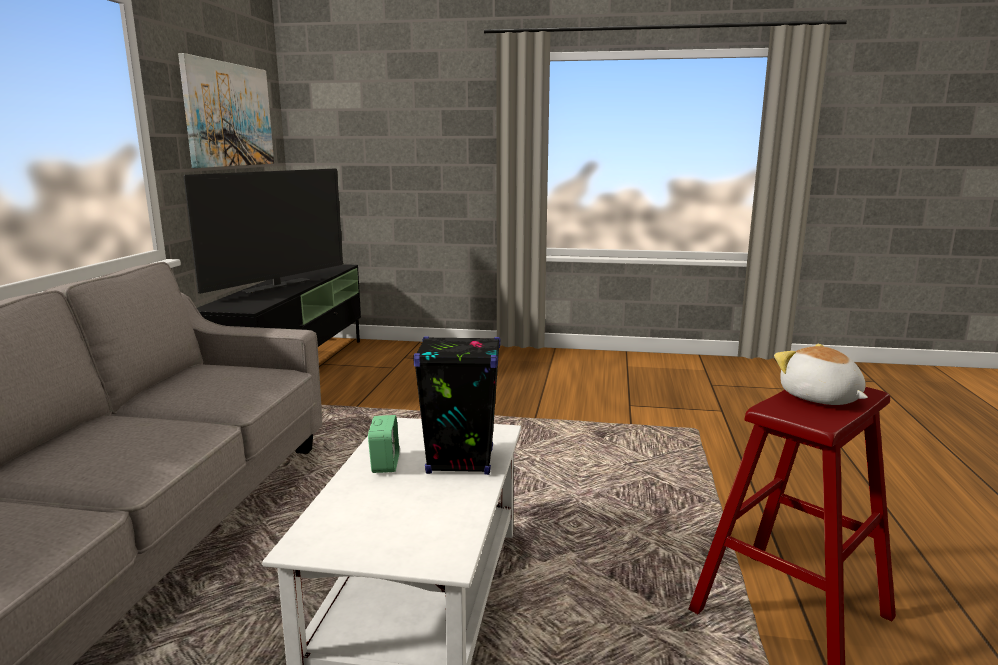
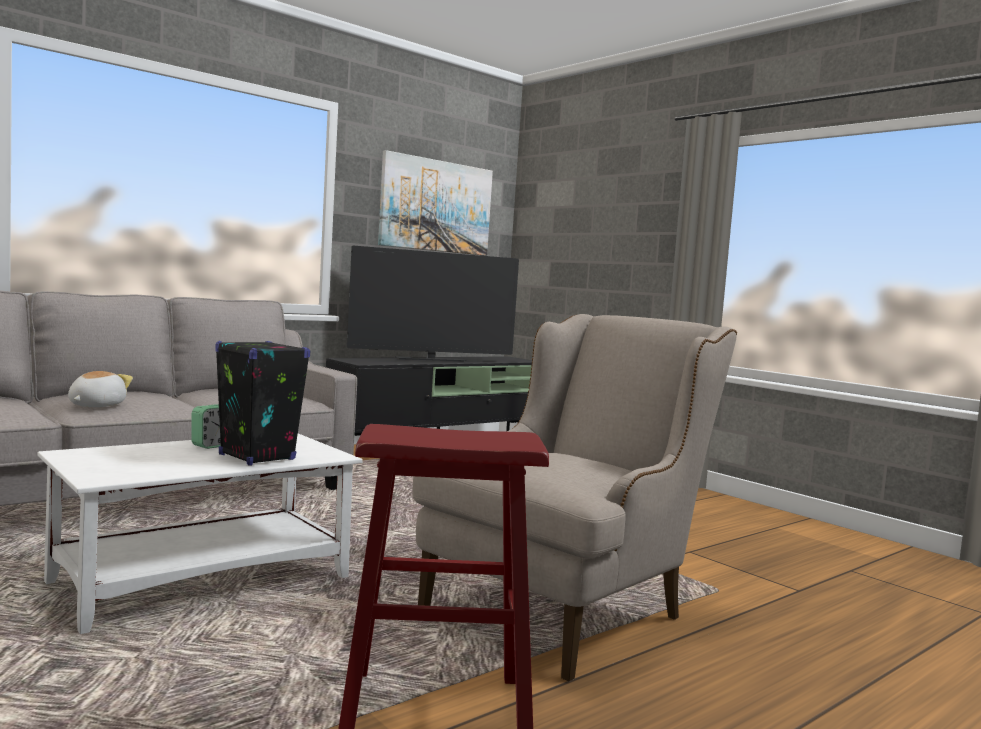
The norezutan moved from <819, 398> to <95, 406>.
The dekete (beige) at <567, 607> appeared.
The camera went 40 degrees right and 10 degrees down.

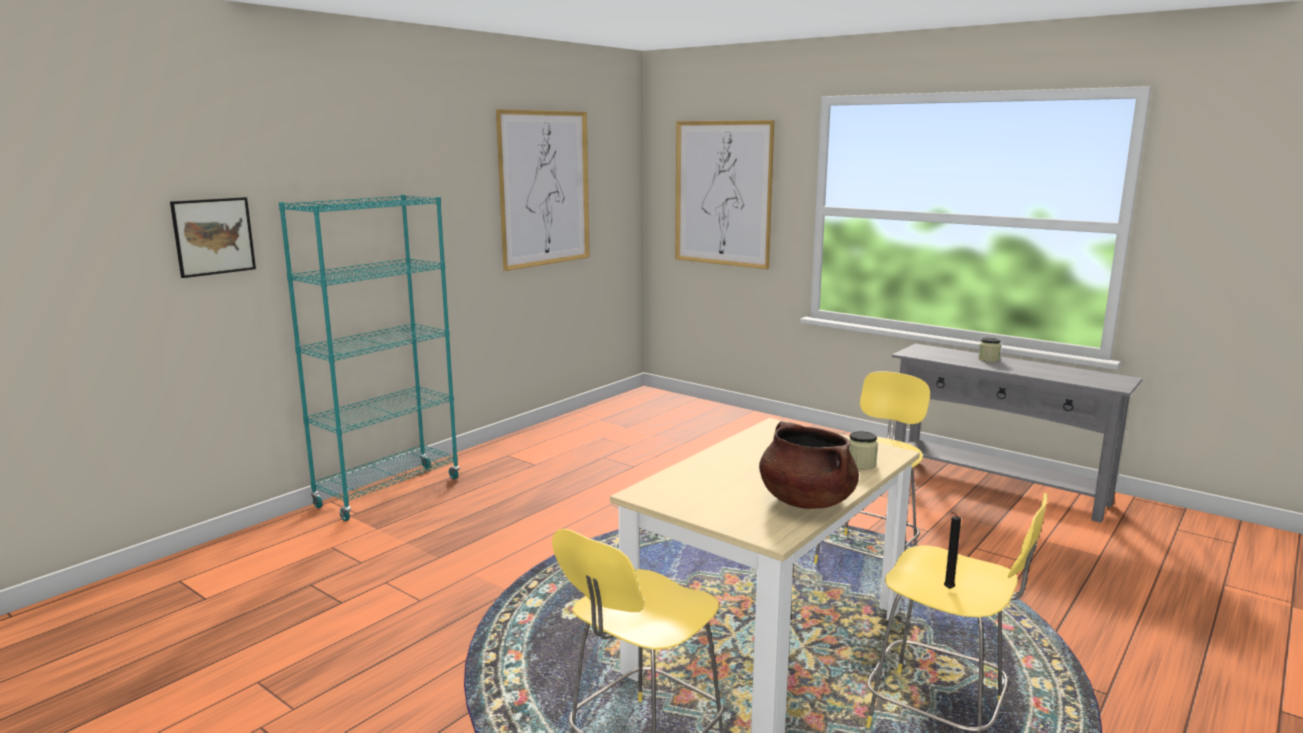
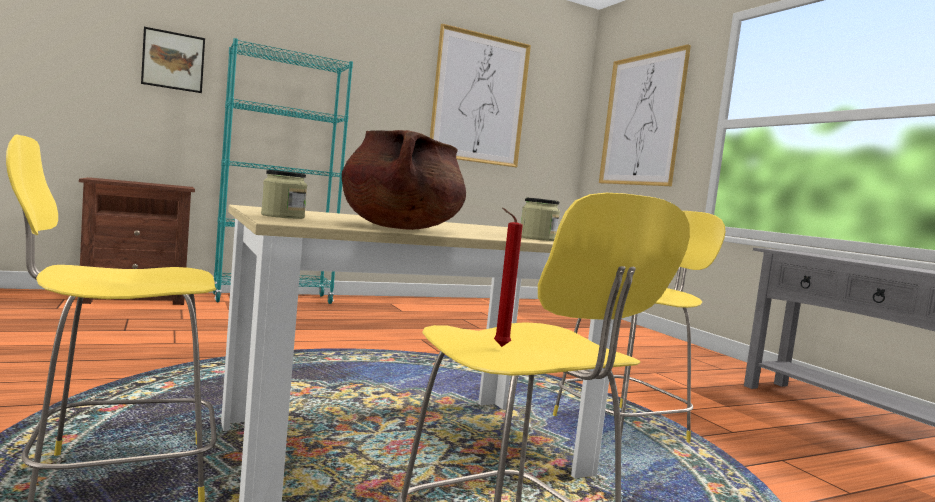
The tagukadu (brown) at <135, 298> appeared.
The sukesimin moved from <988, 359> to <282, 216>.
The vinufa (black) at <947, 589> became the vinufa (red) at <498, 346>.
The camera went 25 degrees right and 10 degrees down.

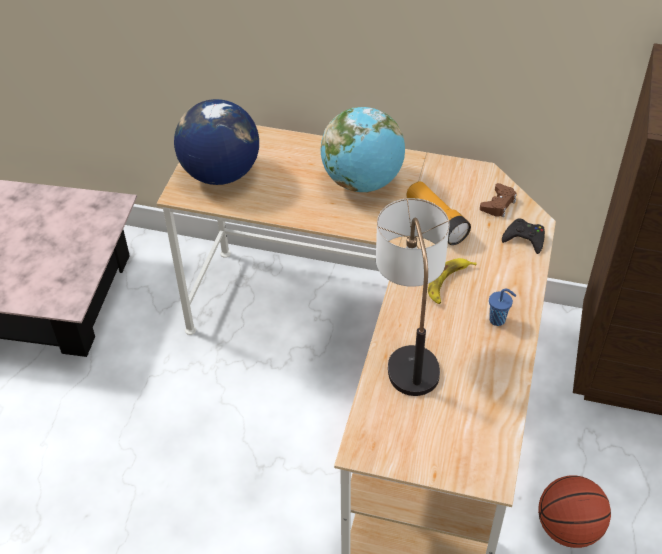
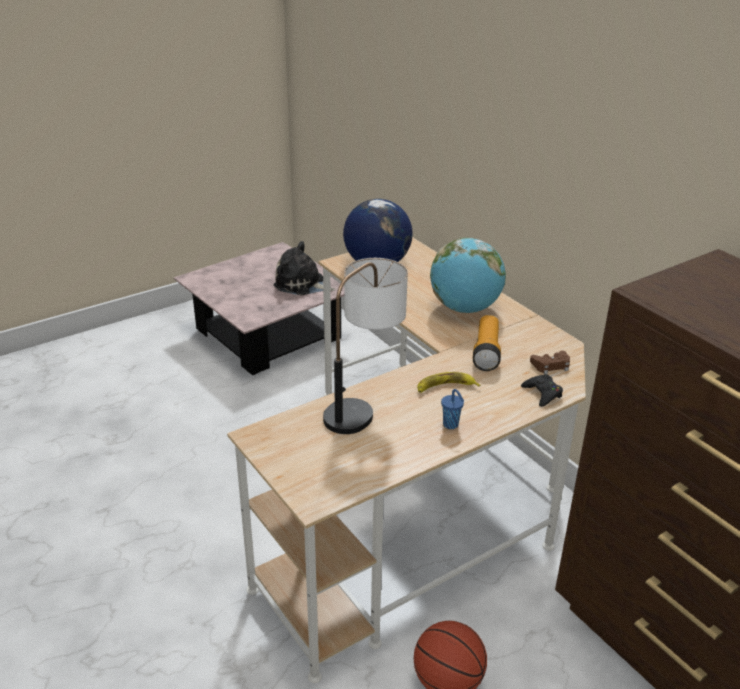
The norezutan at <302, 284> appeared.
The camera went 40 degrees right and 15 degrees down.

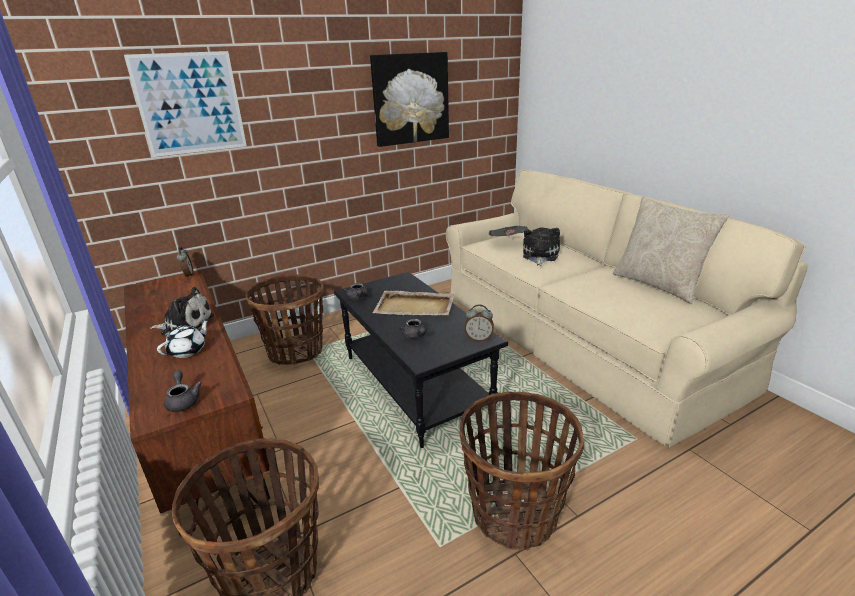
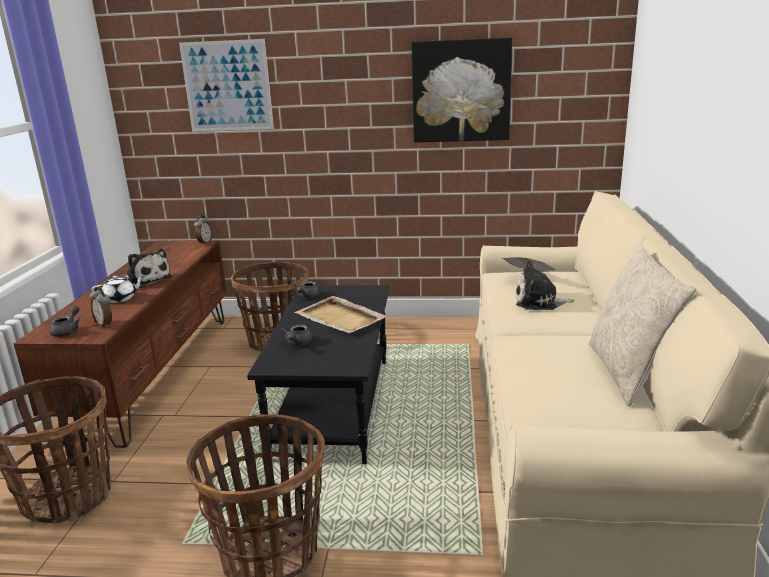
The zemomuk moved from <479, 339> to <105, 324>.
The norezutan at <539, 256> turned 135 degrees counterclockwise.
The camera went 35 degrees right and 5 degrees down.

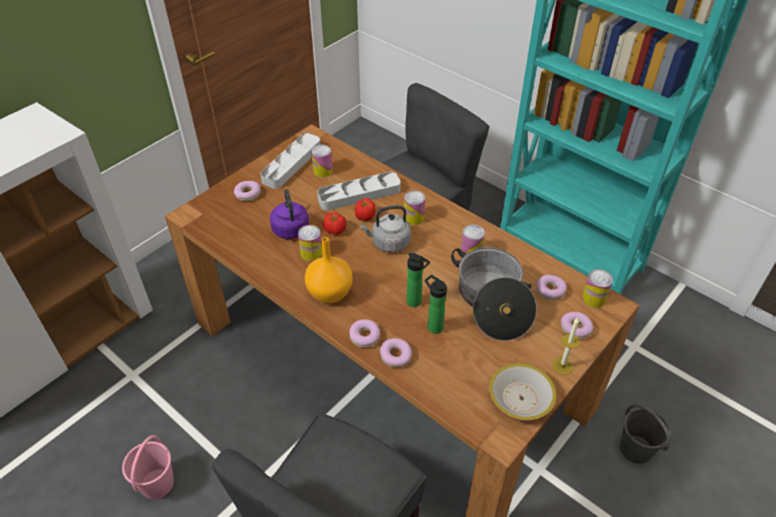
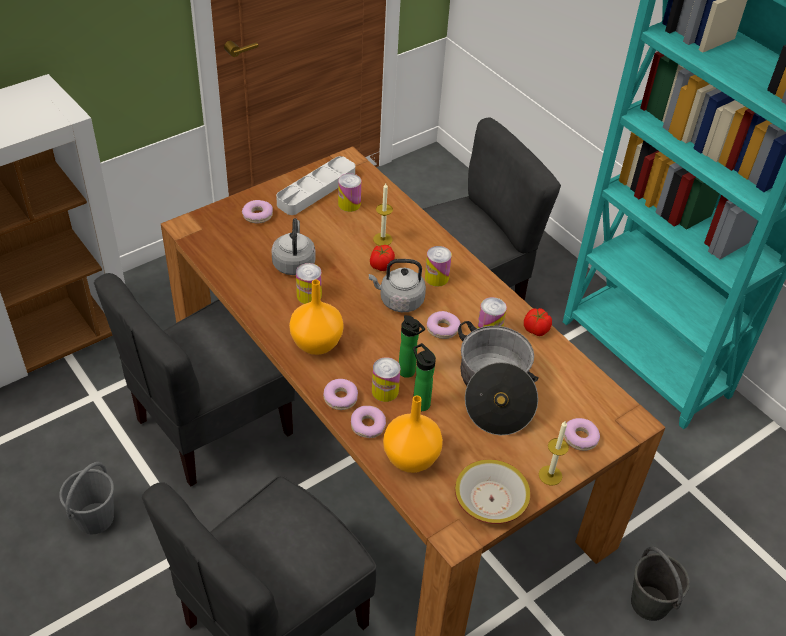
The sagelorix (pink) at <157, 484> became the sagelorix (grey) at <94, 519>.
The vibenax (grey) at <212, 426> appeared.
The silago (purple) at <290, 228> became the silago (grey) at <294, 263>.
The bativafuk moved from <594, 298> to <385, 391>.
The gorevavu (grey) at <359, 194> was replaced by the vinufa at <382, 239>.
The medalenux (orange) at <412, 459> appeared.
The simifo moved from <550, 290> to <443, 329>.
The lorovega moved from <335, 230> to <536, 330>.
The camera went 10 degrees right and 0 degrees up.

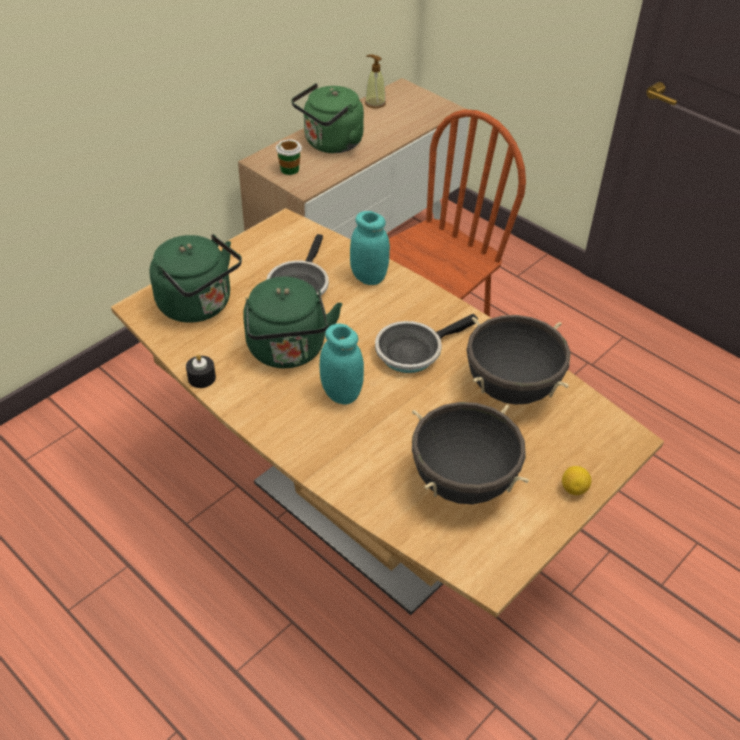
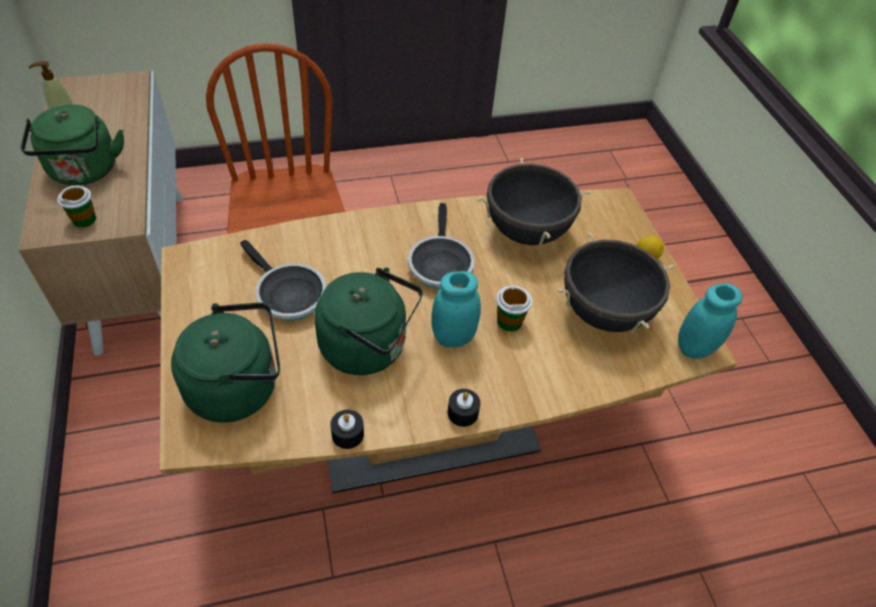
The vinufa (black) at <462, 413> appeared.
The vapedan at <509, 321> appeared.
The sukesimin (turquoise) moved from <369, 277> to <694, 348>.
The camera went 60 degrees left and 5 degrees up.

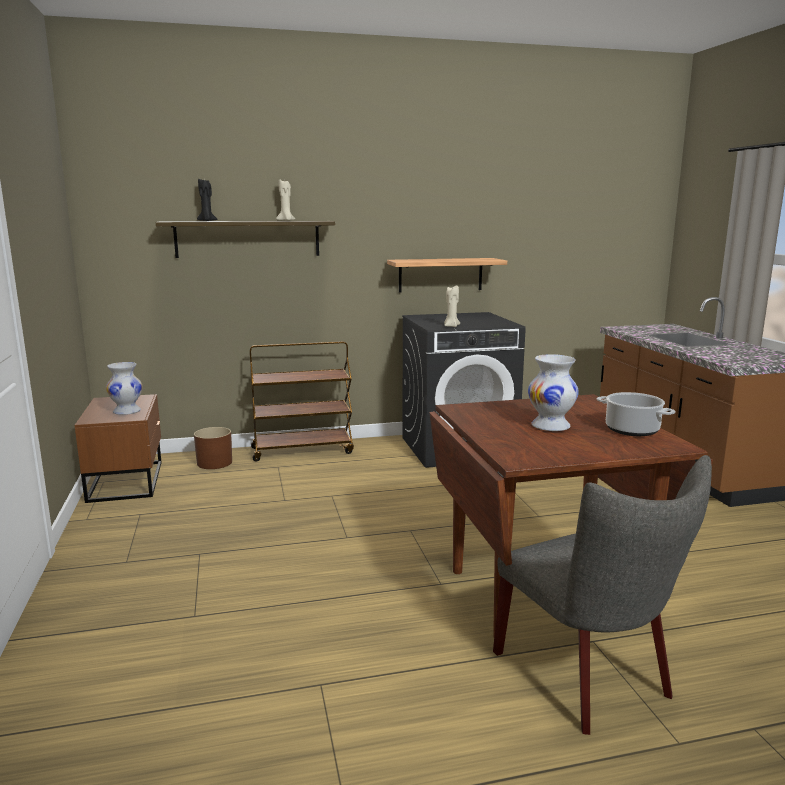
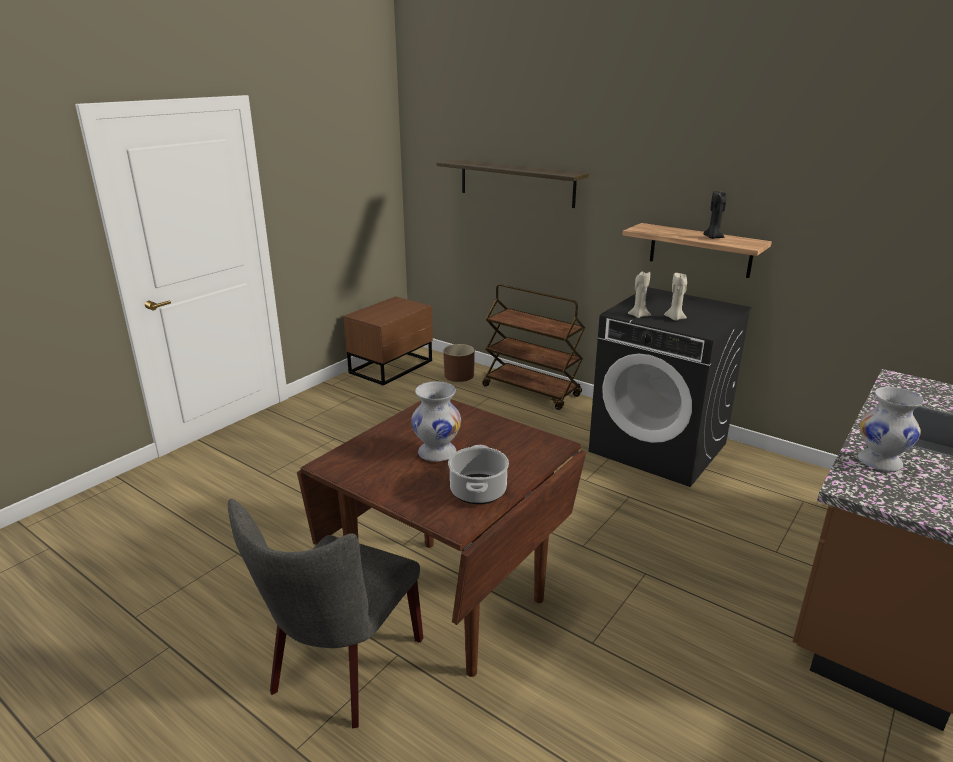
The vinufa (beige) moved from <286, 220> to <674, 318>.
The vinufa (black) moved from <207, 221> to <713, 237>.
The medalenux (white) moved from <126, 411> to <878, 461>.
The camera went 50 degrees right and 10 degrees up.

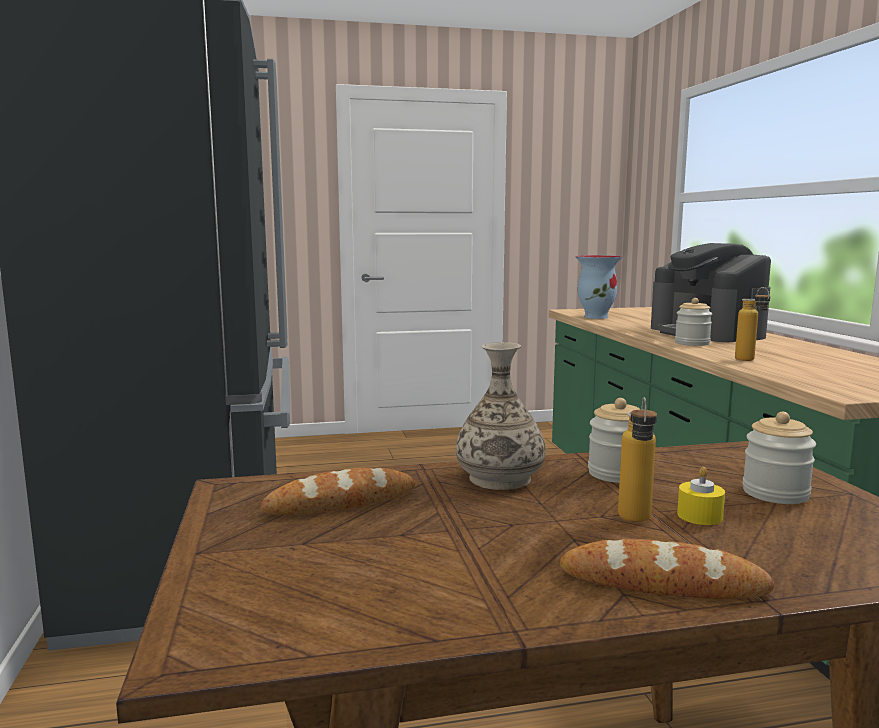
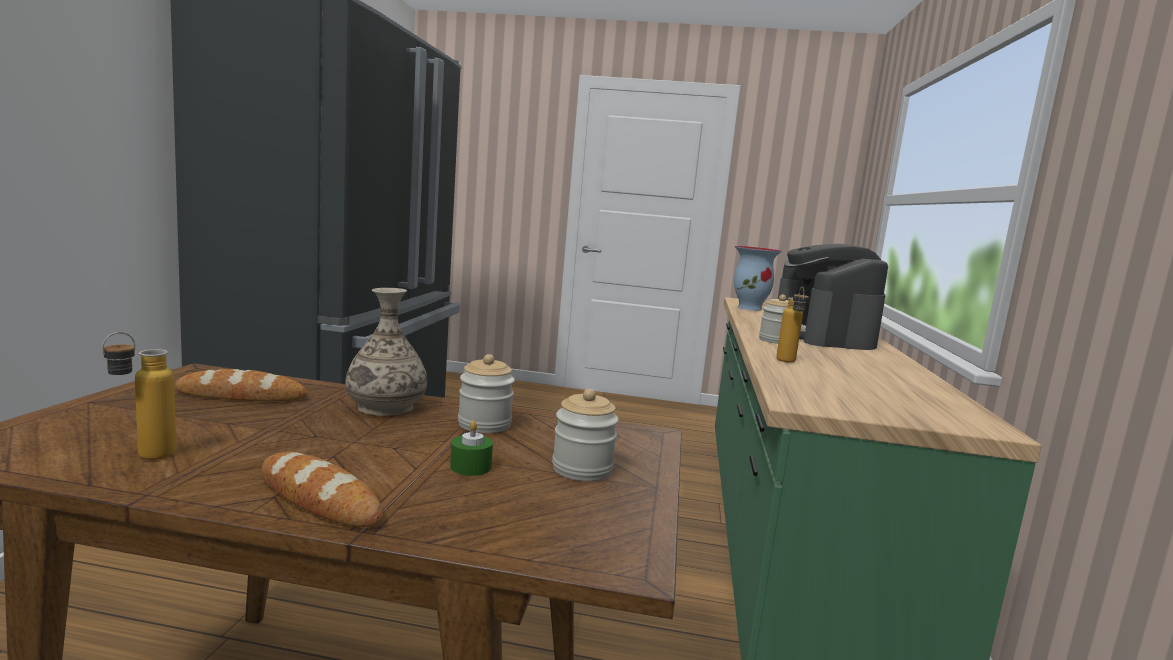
The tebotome moved from <635, 522> to <142, 458>.
The vinufa (yellow) at <699, 516> became the vinufa (green) at <470, 467>.
The camera went 20 degrees right and 0 degrees up.

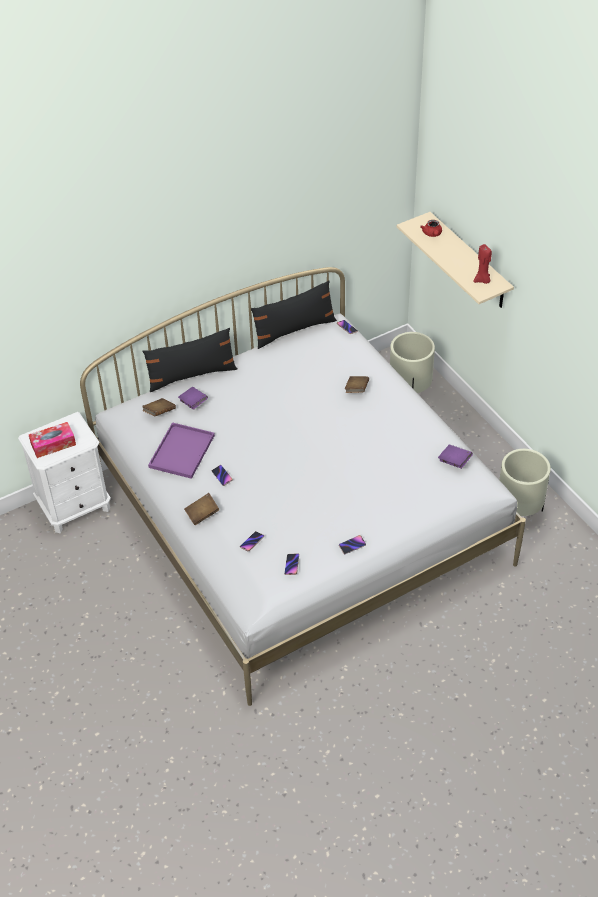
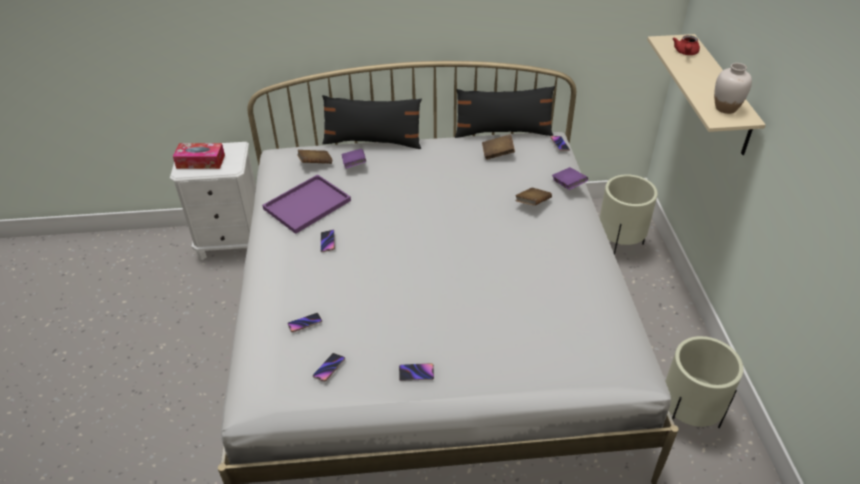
The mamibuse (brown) moved from <202, 514> to <497, 153>.
The mamibuse (purple) moved from <454, 461> to <568, 185>.
The vinufa (red) at <482, 280> was replaced by the medalenux (white) at <725, 108>.
The camera went 25 degrees right and 5 degrees down.

